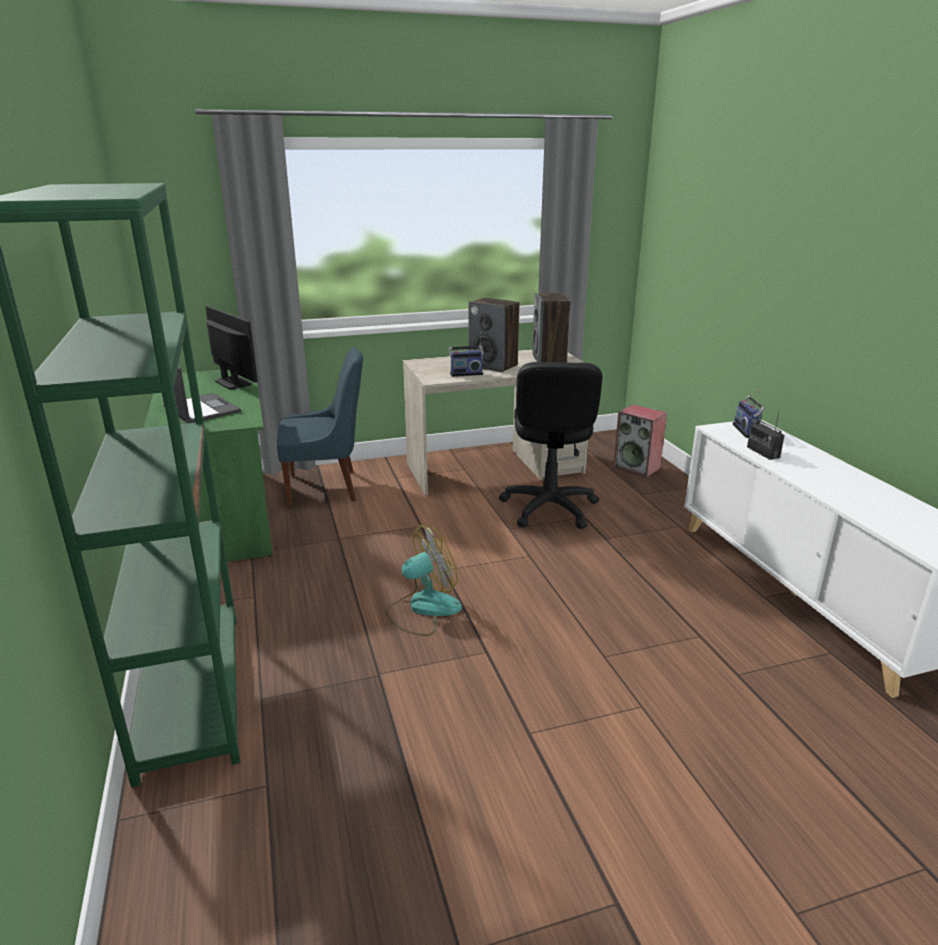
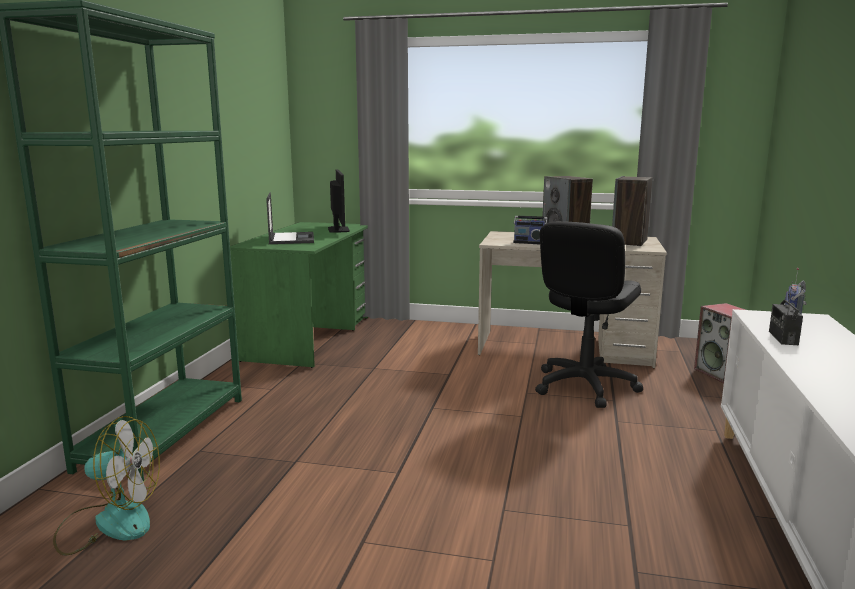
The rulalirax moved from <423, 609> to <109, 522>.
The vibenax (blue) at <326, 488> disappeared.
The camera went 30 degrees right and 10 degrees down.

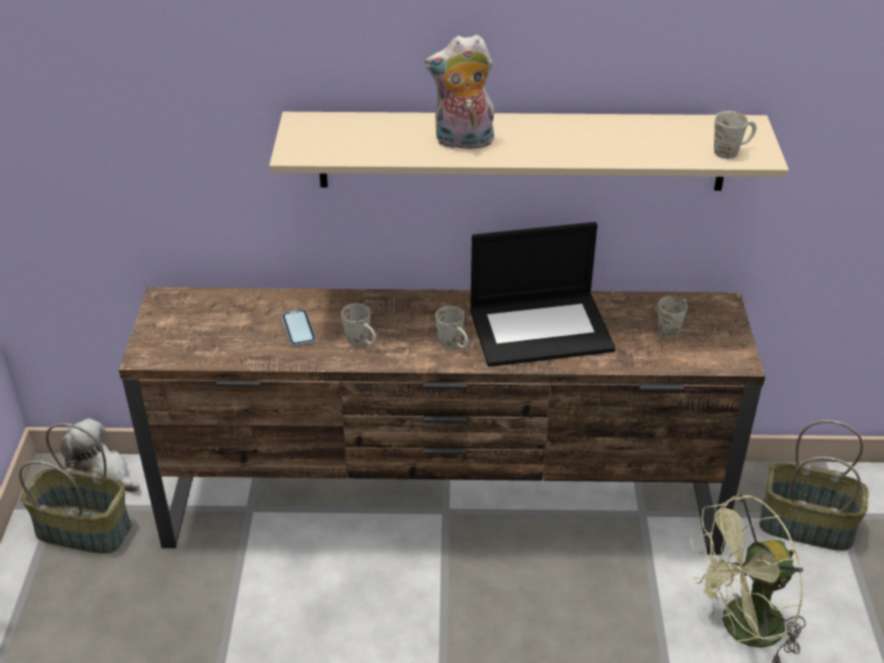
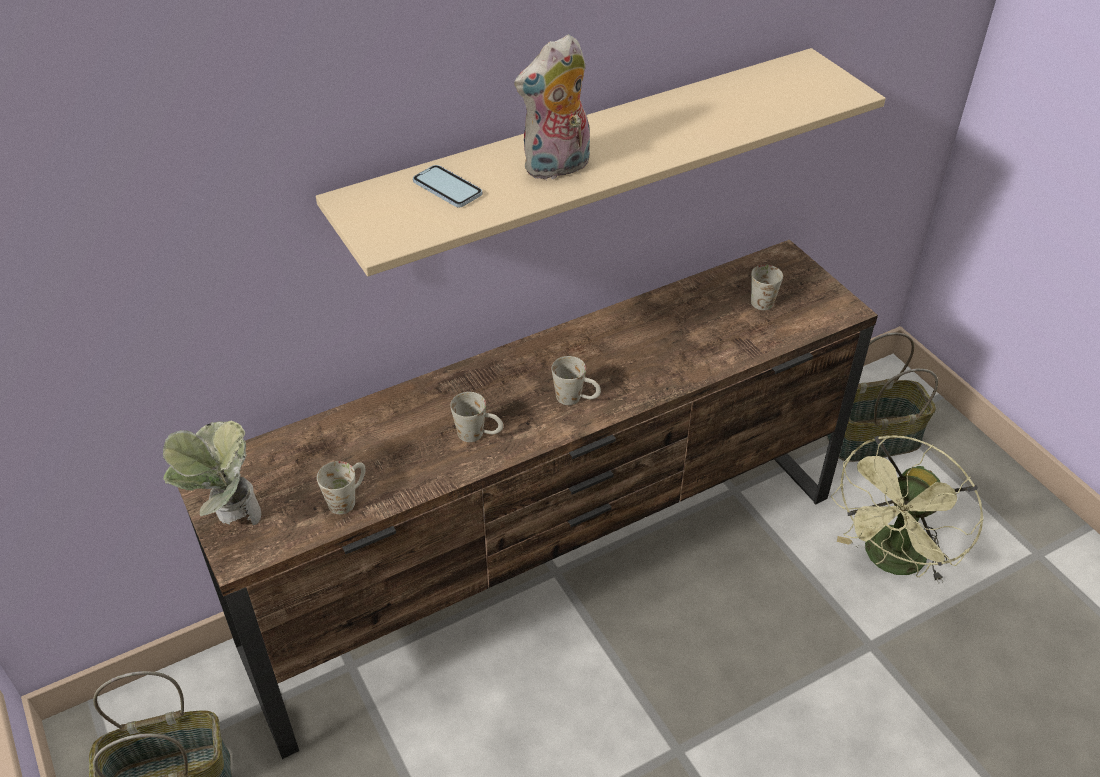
The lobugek at <229, 520> appeared.
The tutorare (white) moved from <732, 151> to <348, 498>.
The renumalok moved from <298, 329> to <447, 188>.
The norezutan at <103, 474> disappeared.
The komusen at <541, 328> disappeared.
The camera went 30 degrees left and 5 degrees up.

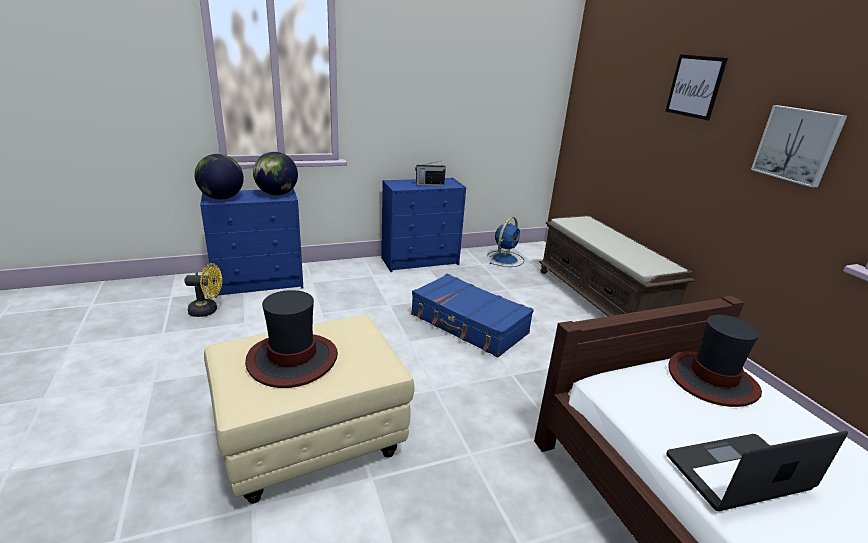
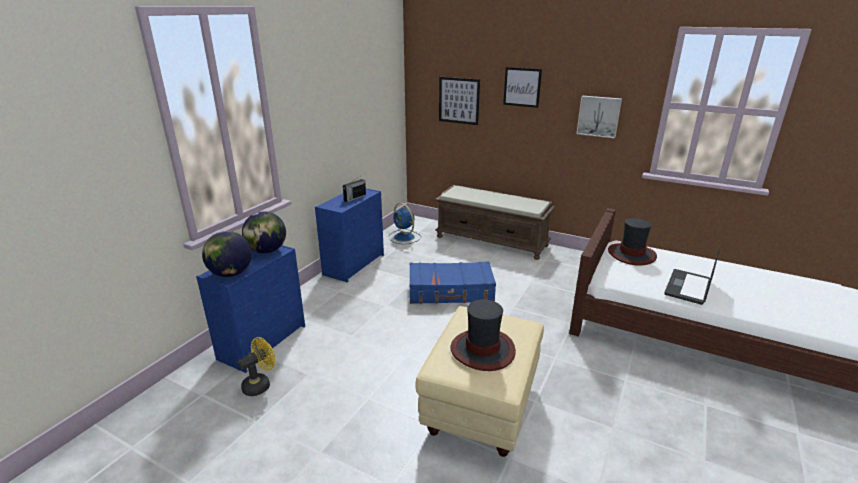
The rulalirax (blue) at <505, 259> turned 150 degrees clockwise.
The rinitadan at <459, 100> appeared.
The camera went 40 degrees left and 0 degrees up.

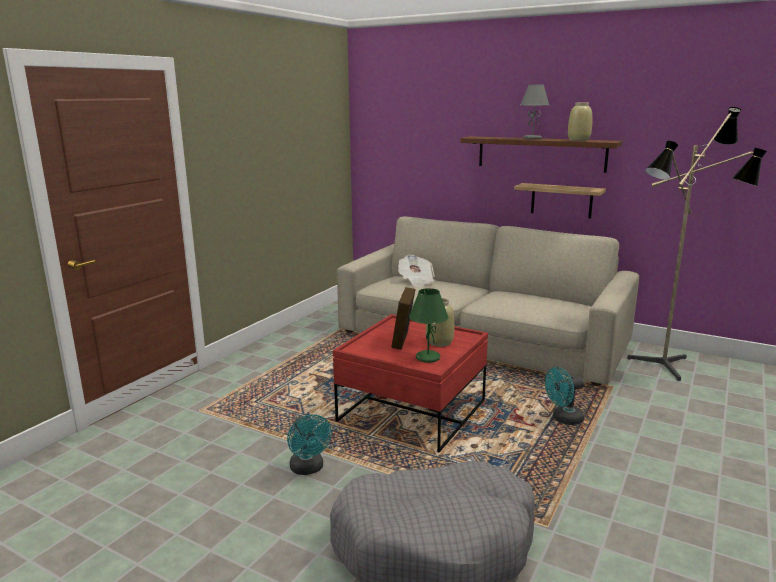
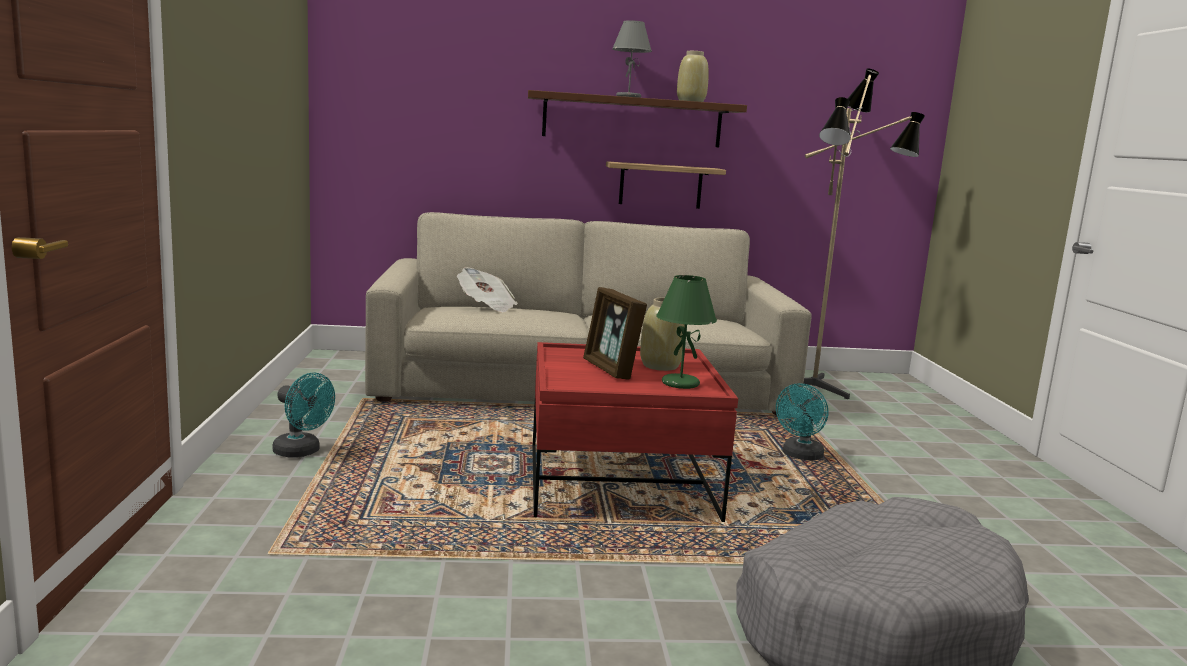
The rulalirax (turquoise) moved from <308, 469> to <302, 452>.
The camera went 35 degrees left and 5 degrees down.

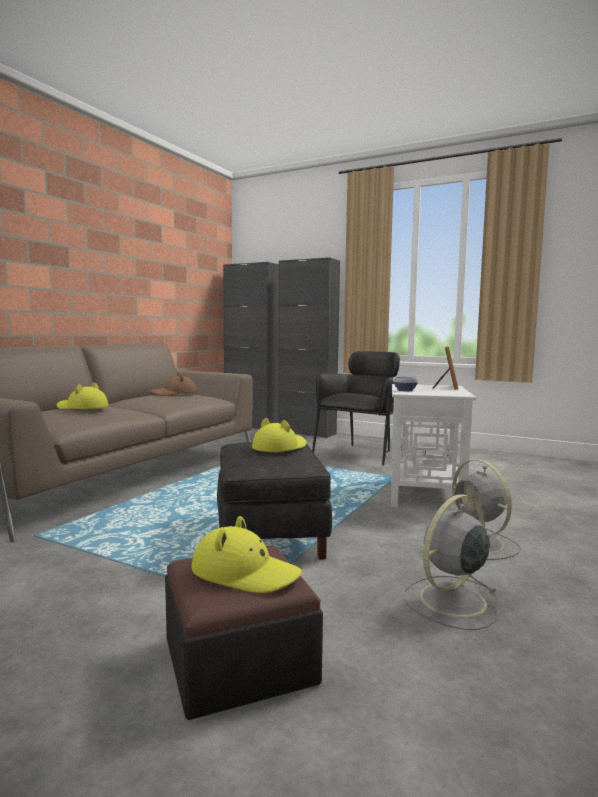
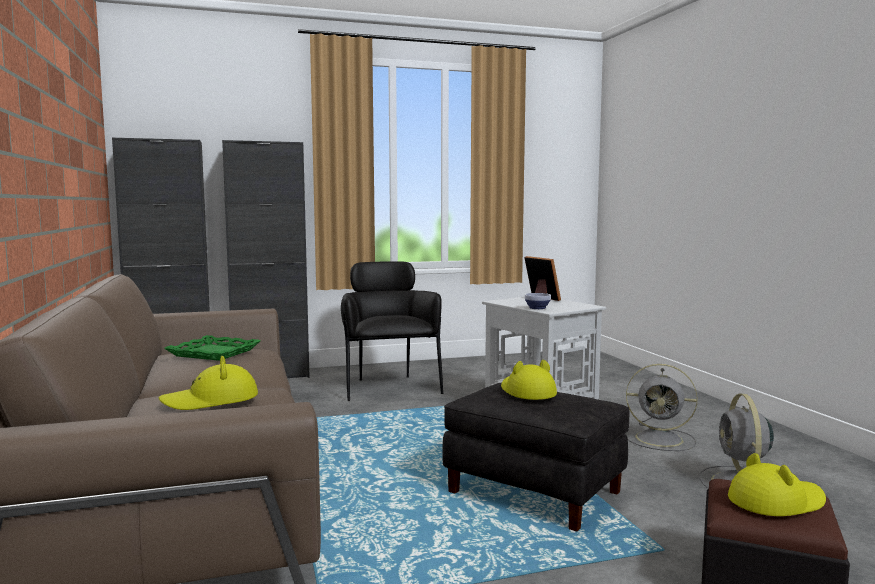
The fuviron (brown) at <174, 393> was replaced by the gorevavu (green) at <214, 353>.
The camera went 45 degrees left and 0 degrees up.

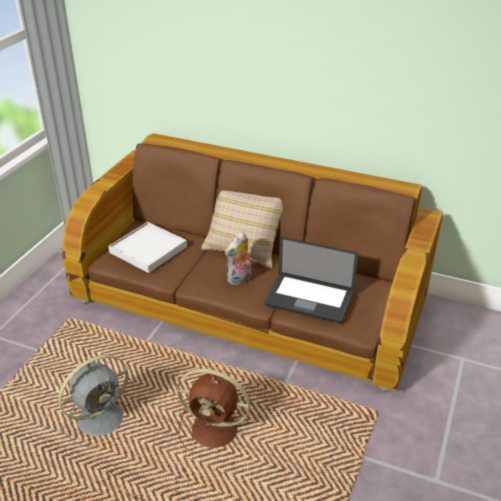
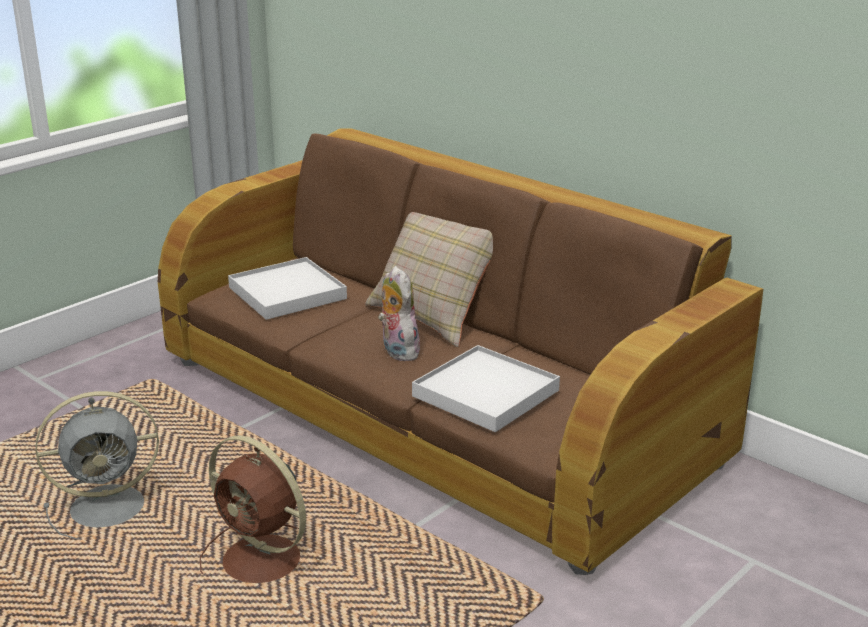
The norezutan at <239, 279> turned 90 degrees clockwise.
The komusen at <308, 299> was replaced by the gorevavu (white) at <486, 393>.
The camera went 20 degrees right and 10 degrees down.

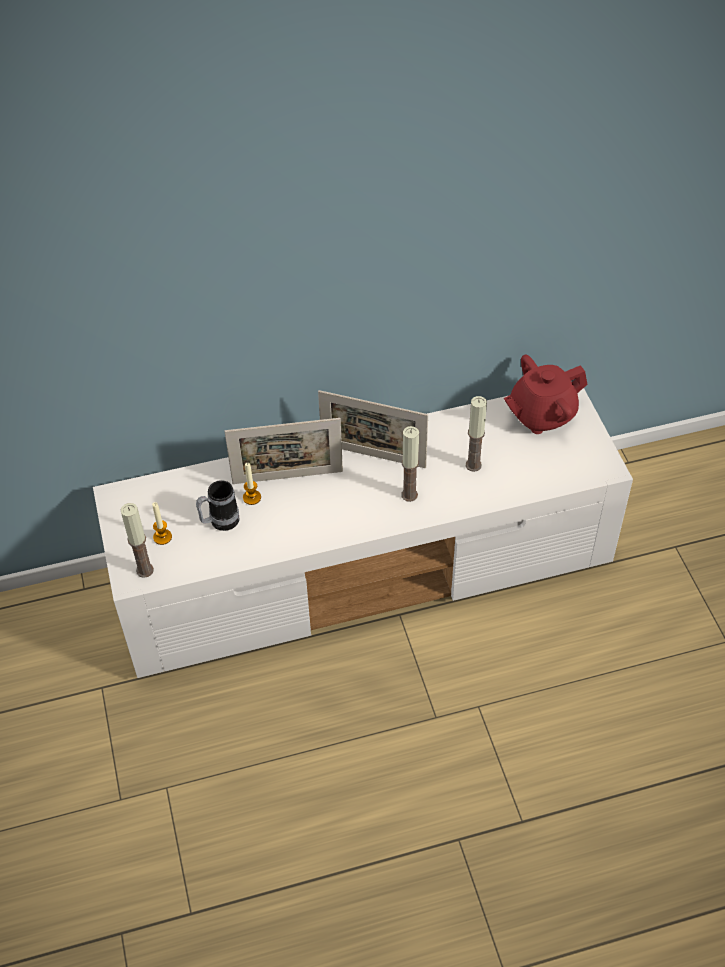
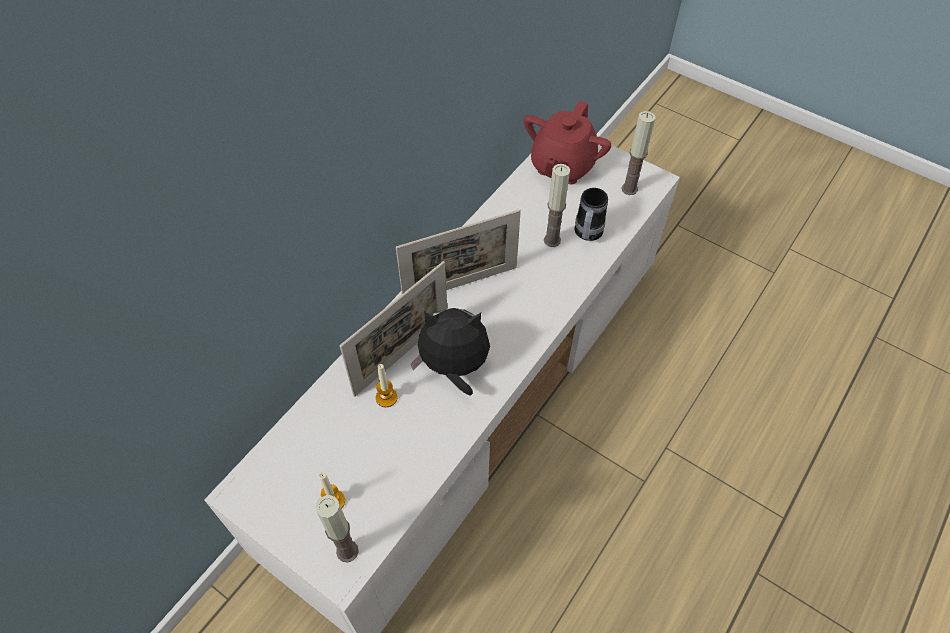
The norezutan at <454, 367> appeared.
The tutorare moved from <219, 522> to <587, 235>.
The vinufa moved from <409, 495> to <629, 189>.
The camera went 40 degrees left and 5 degrees up.

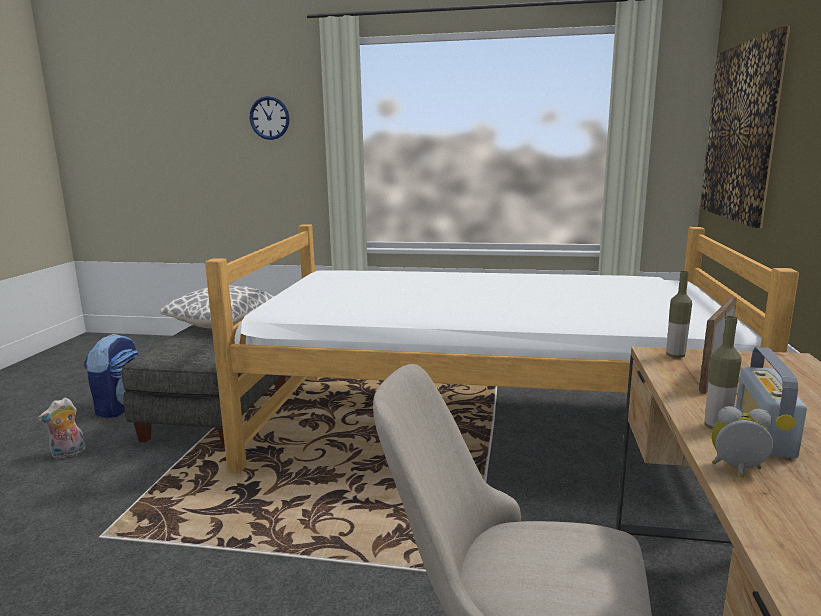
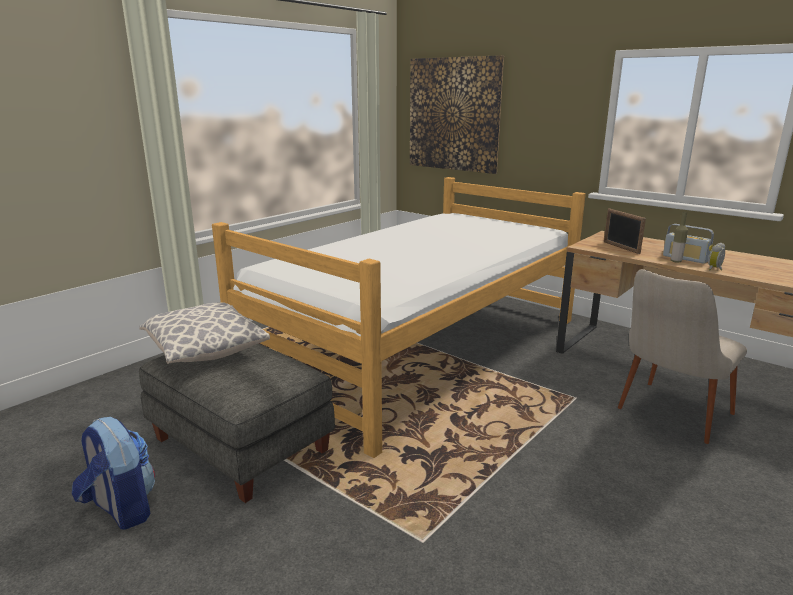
The norezutan at <68, 454> disappeared.
The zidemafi at <269, 118> disappeared.
The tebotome at <675, 355> disappeared.
The camera went 60 degrees left and 5 degrees up.

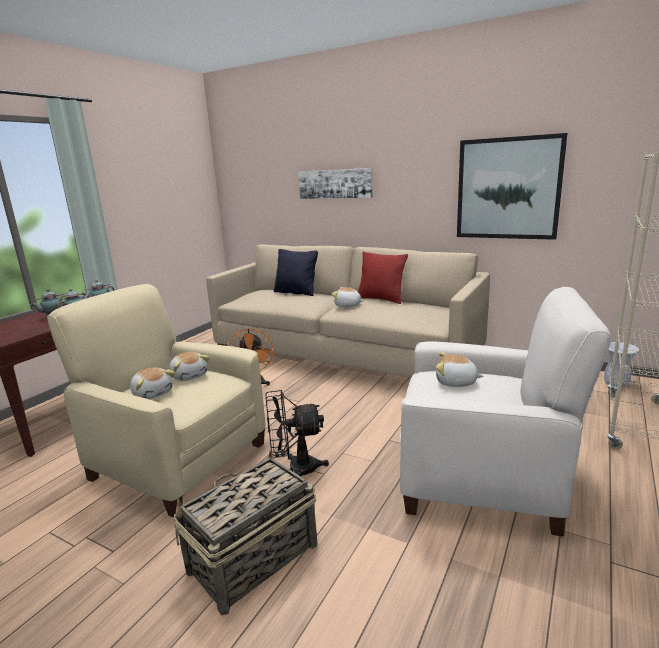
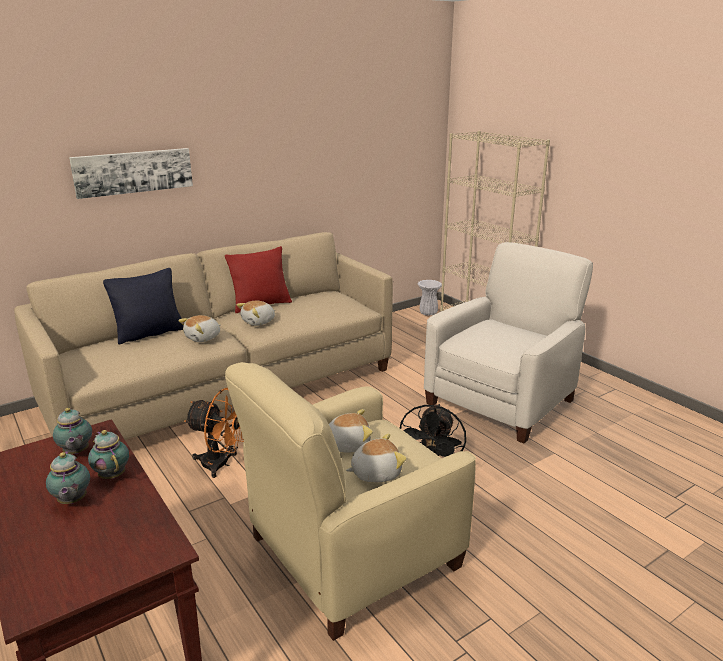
The norezutan moved from <456, 382> to <203, 338>.
The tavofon at <252, 559> disappeared.
The rinitadan at <508, 189> disappeared.
The camera went 65 degrees left and 5 degrees up.

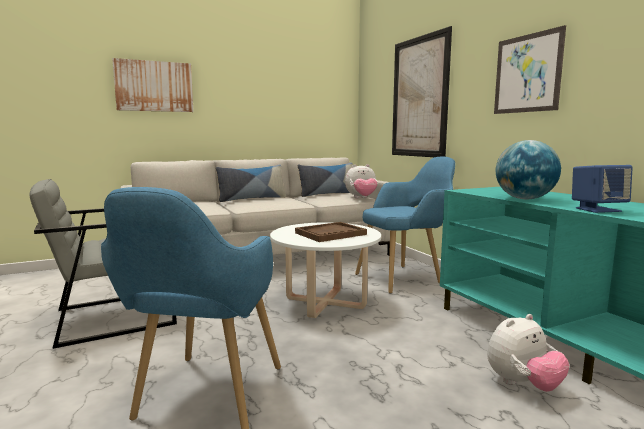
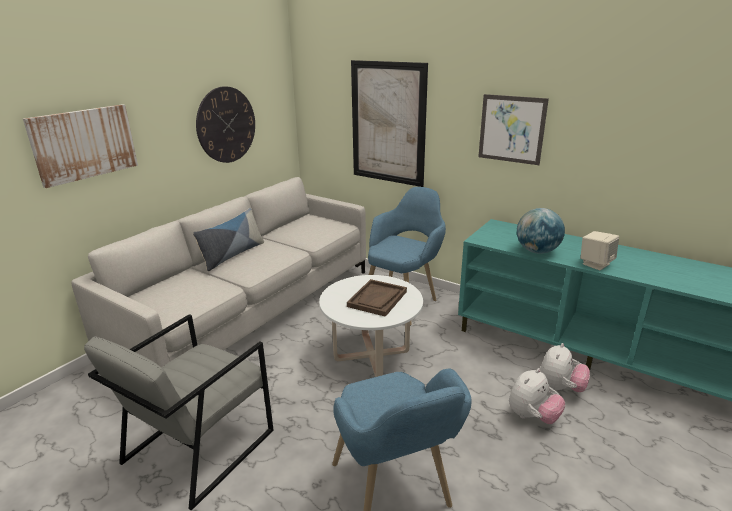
The zidemafi at <226, 125> appeared.
The norezutan moved from <361, 198> to <532, 416>.
The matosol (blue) at <597, 209> became the matosol (beige) at <595, 264>.
The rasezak at <328, 194> disappeared.
The camera went 30 degrees left and 15 degrees up.

